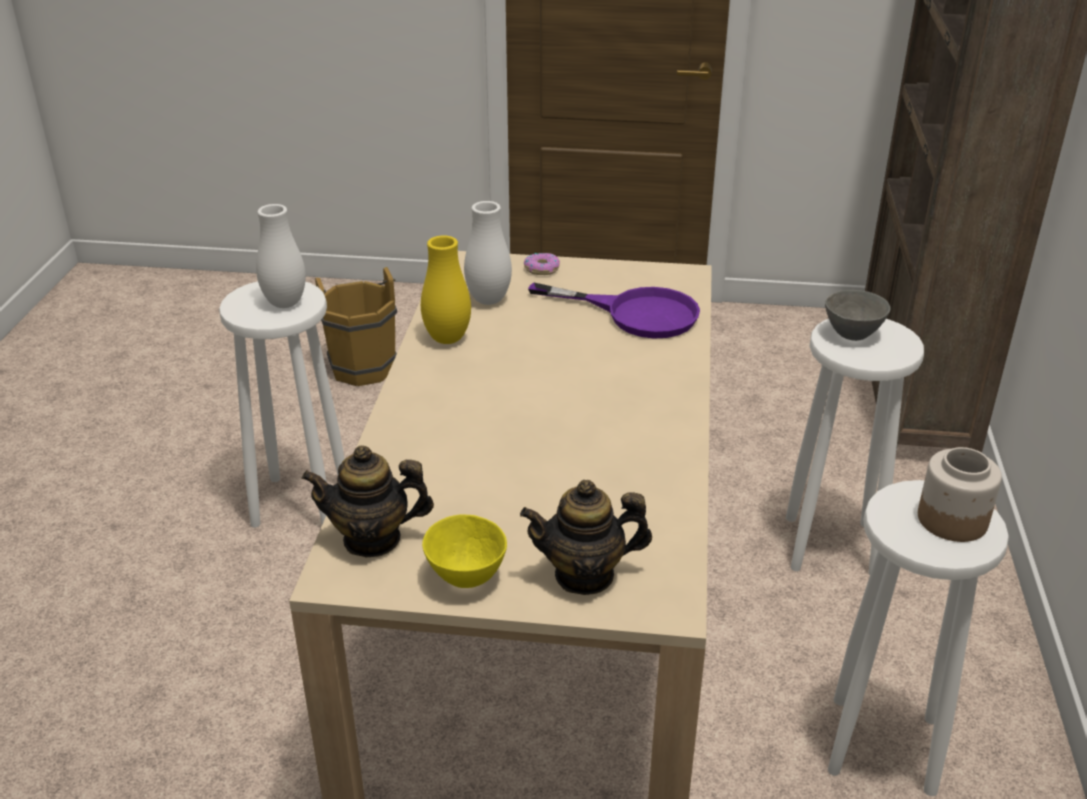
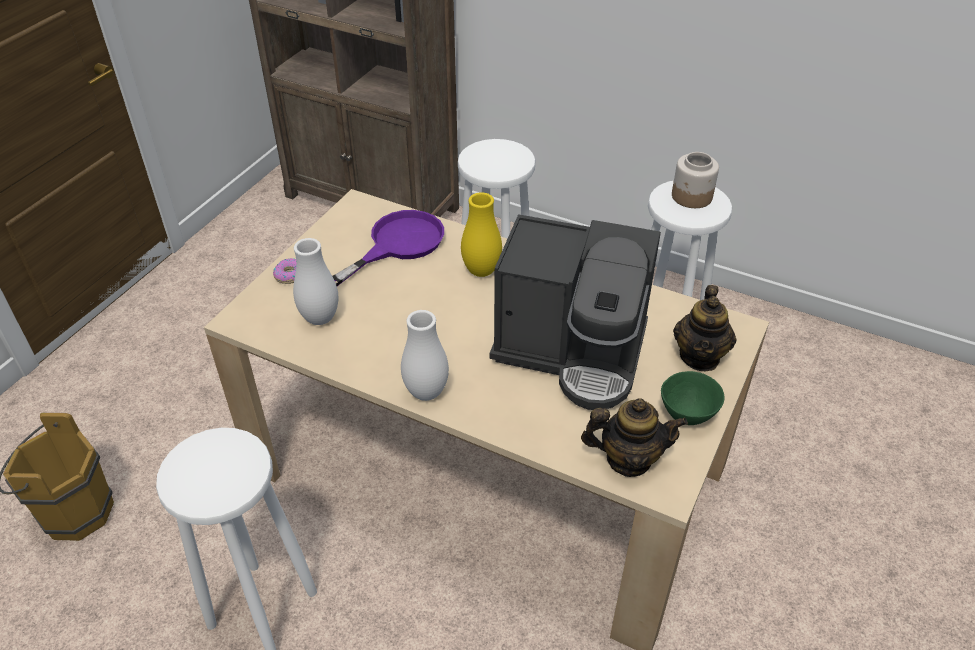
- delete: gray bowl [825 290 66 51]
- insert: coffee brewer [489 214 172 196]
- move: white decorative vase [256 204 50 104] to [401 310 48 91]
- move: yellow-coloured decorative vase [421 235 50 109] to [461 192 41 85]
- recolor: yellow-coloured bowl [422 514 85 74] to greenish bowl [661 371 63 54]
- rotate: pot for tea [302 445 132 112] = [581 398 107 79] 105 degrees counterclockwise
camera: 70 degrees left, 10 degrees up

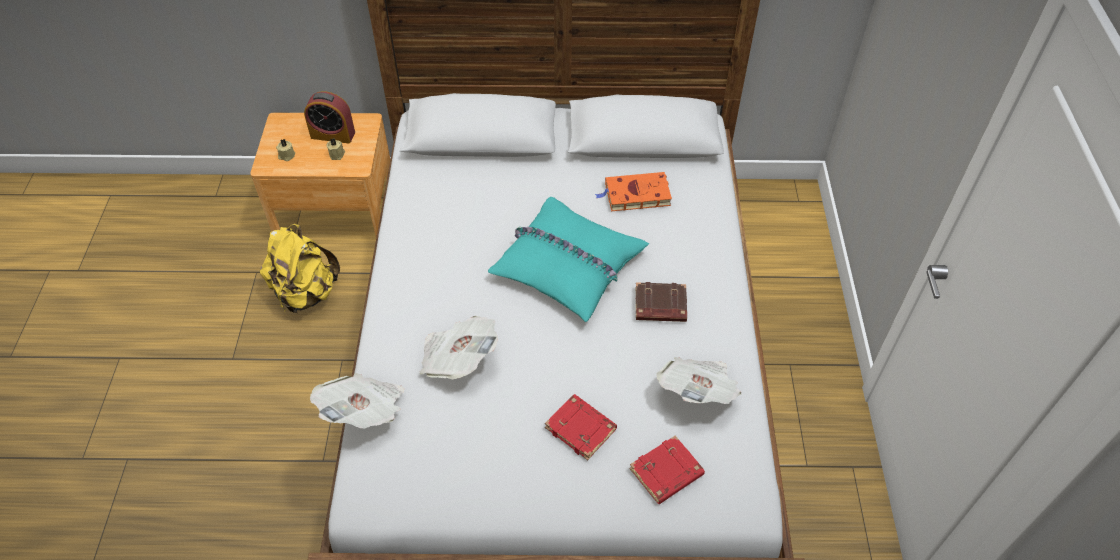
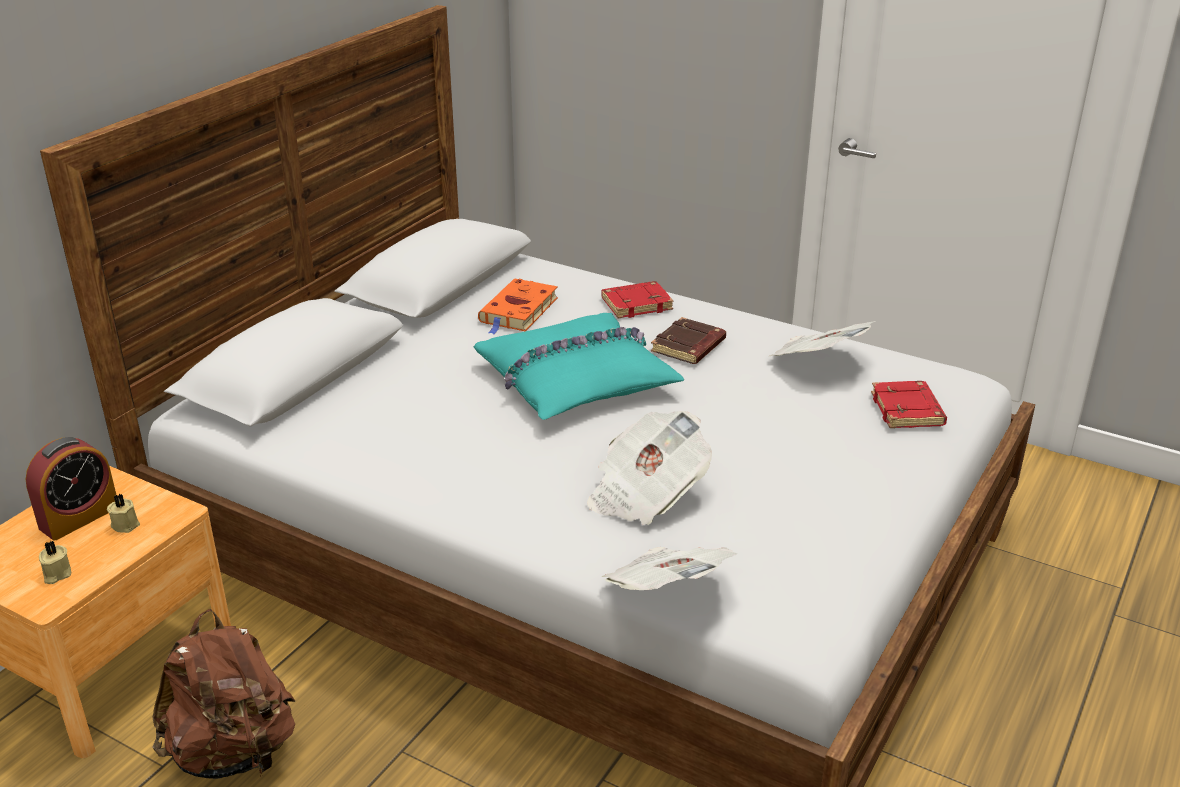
- move: red bound book [545 394 72 66] to [601 281 73 37]
- recolor: yellow-coloured backpack [260 224 80 89] to brown-coloured backpack [152 609 143 170]
camera: 60 degrees left, 20 degrees down

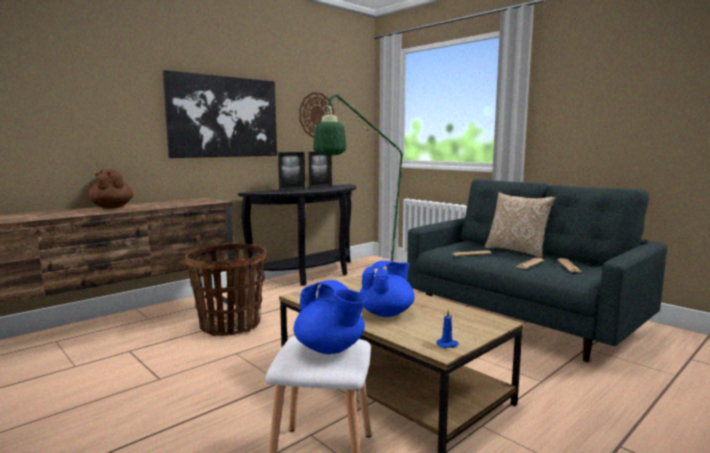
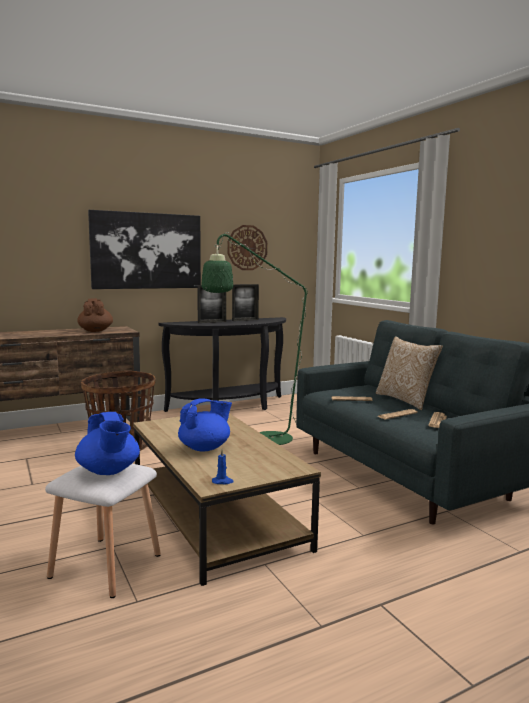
- move: brown-coloured pot for tea [89 169 44 40] to [77 298 36 34]
camera: 15 degrees right, 0 degrees up

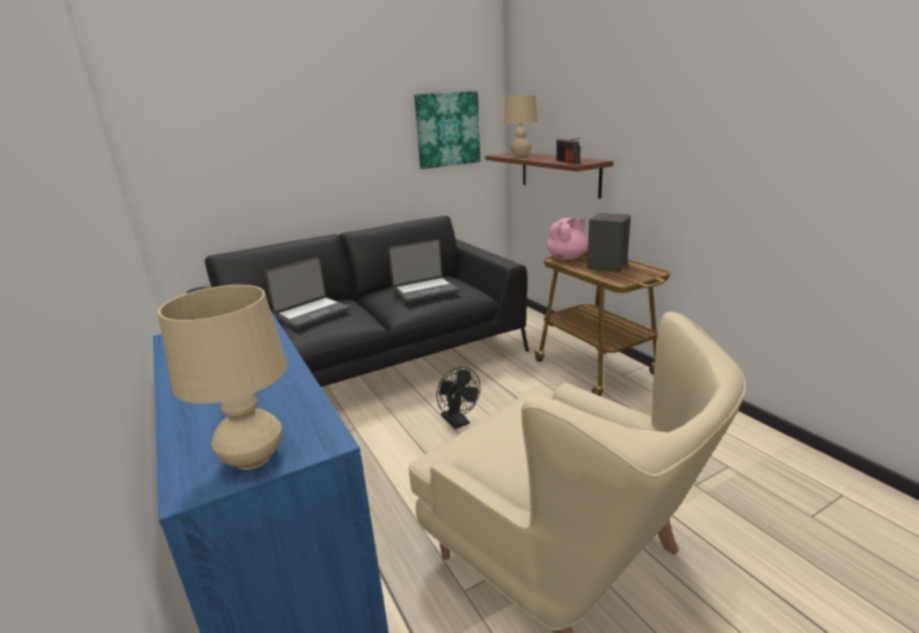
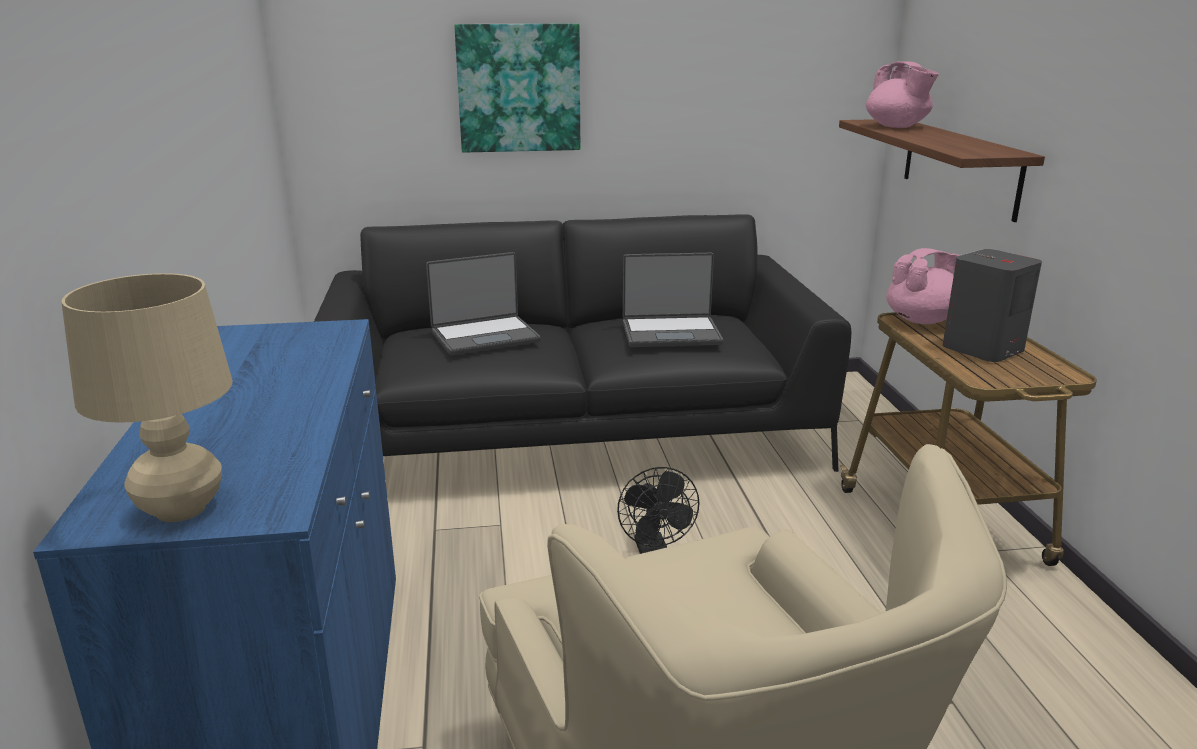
- delete: radio set [556 138 25 27]
- move: picture [414 91 66 78] to [454 24 126 129]
- replace: sand-coloured tabletop lamp [504 95 33 62] to pink-coloured pot for tea [866 61 73 67]
camera: 20 degrees right, 0 degrees up

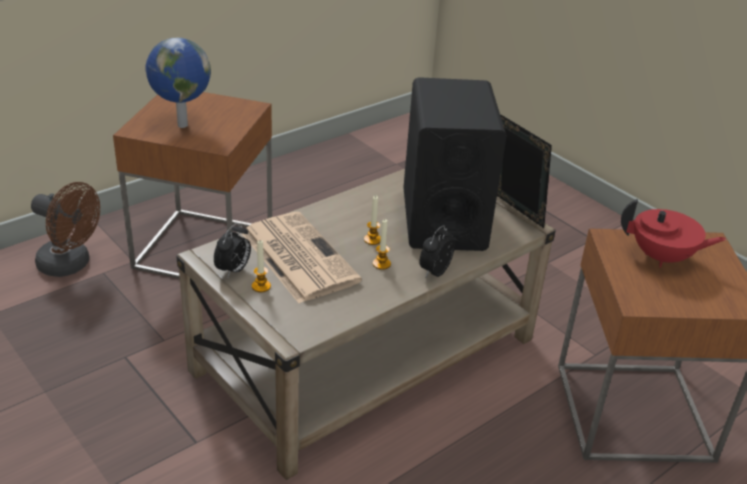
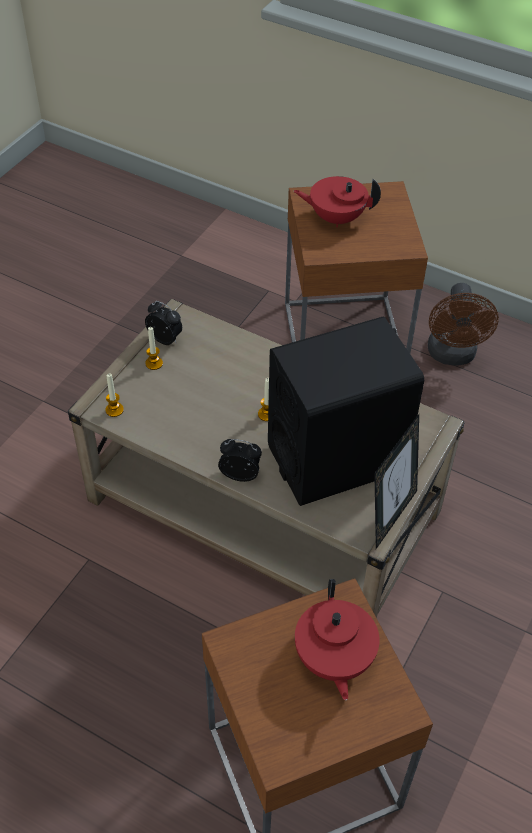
- delete: newspaper [241 212 121 91]
- move: brown-coloured fan [31 182 69 95] to [428 283 71 83]
- move: wax light [373 219 18 51] to [105 374 19 43]
- replace: desk globe [146 38 65 90] to red pot for tea [294 176 87 51]
- rotate: table clock [214 223 37 54] = [145 301 37 44] 150 degrees counterclockwise
camera: 70 degrees right, 15 degrees up

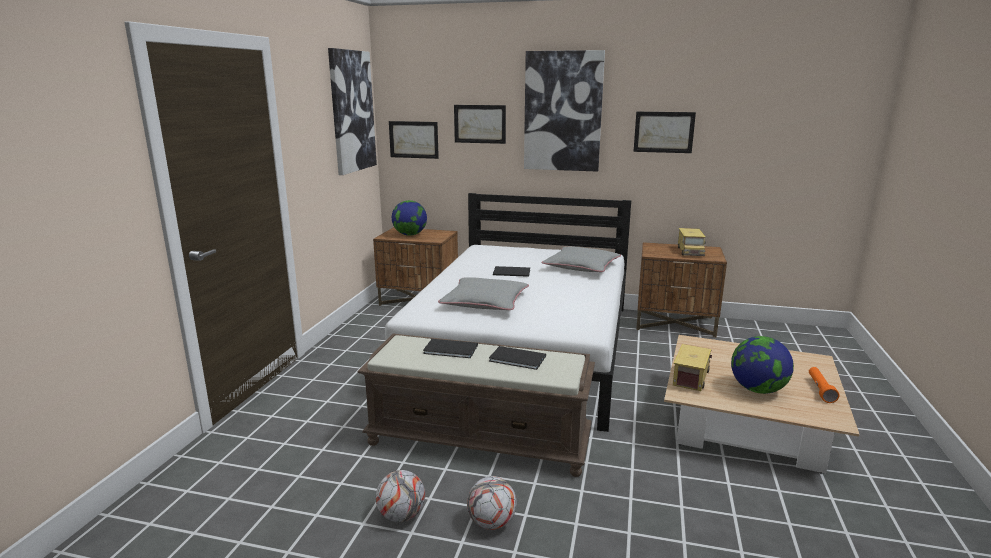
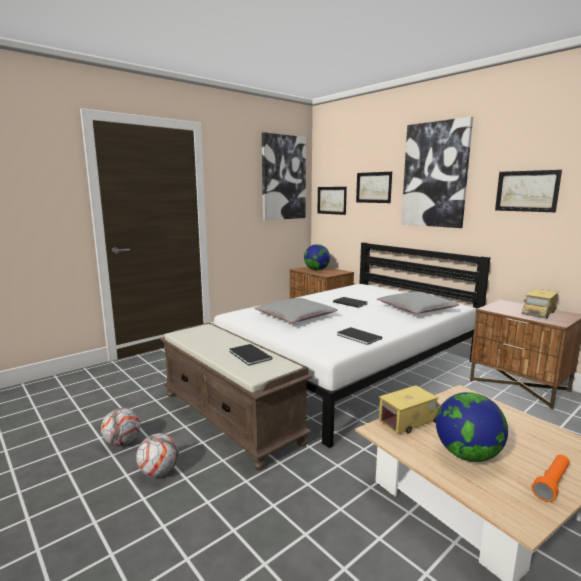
- move: blackish bound book [423 339 55 19] to [337 327 45 18]
camera: 35 degrees right, 5 degrees down

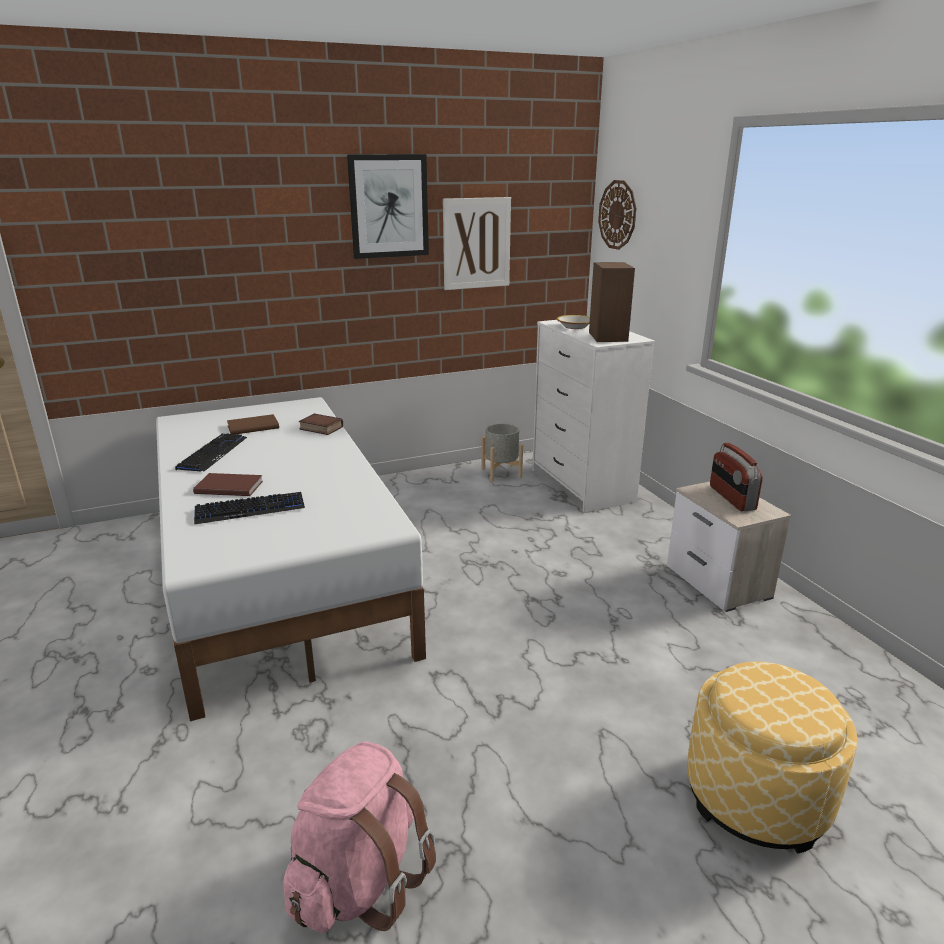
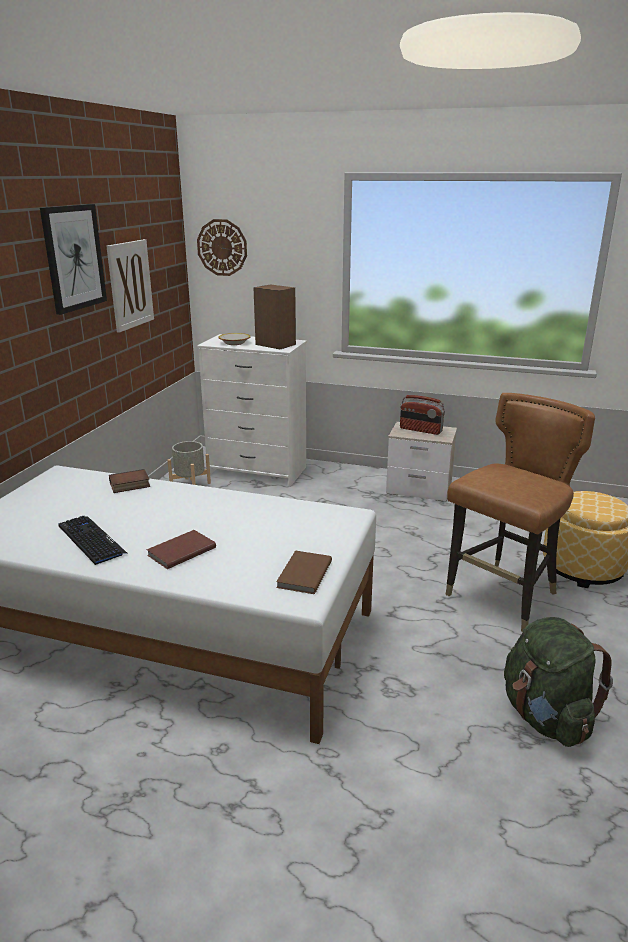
- delete: computer keyboard [194 492 111 33]
- insert: brown-coloured upright chair [445 393 150 239]
- move: brown-coloured bound book [227 414 52 20] to [276 550 56 44]
- recolor: pink-coloured backpack [283 741 153 192] to greenish backpack [504 617 109 130]
camera: 50 degrees left, 0 degrees up

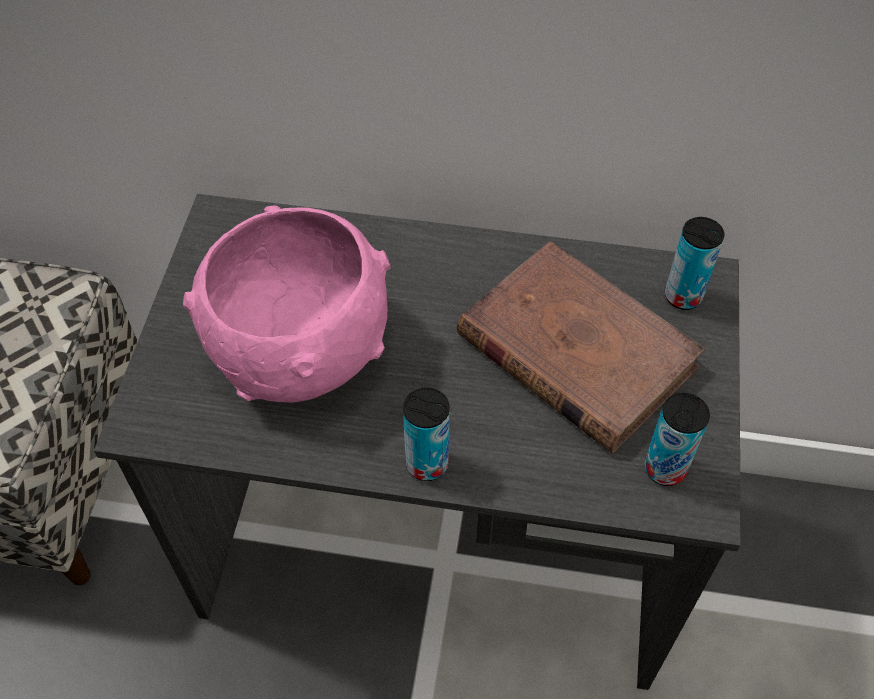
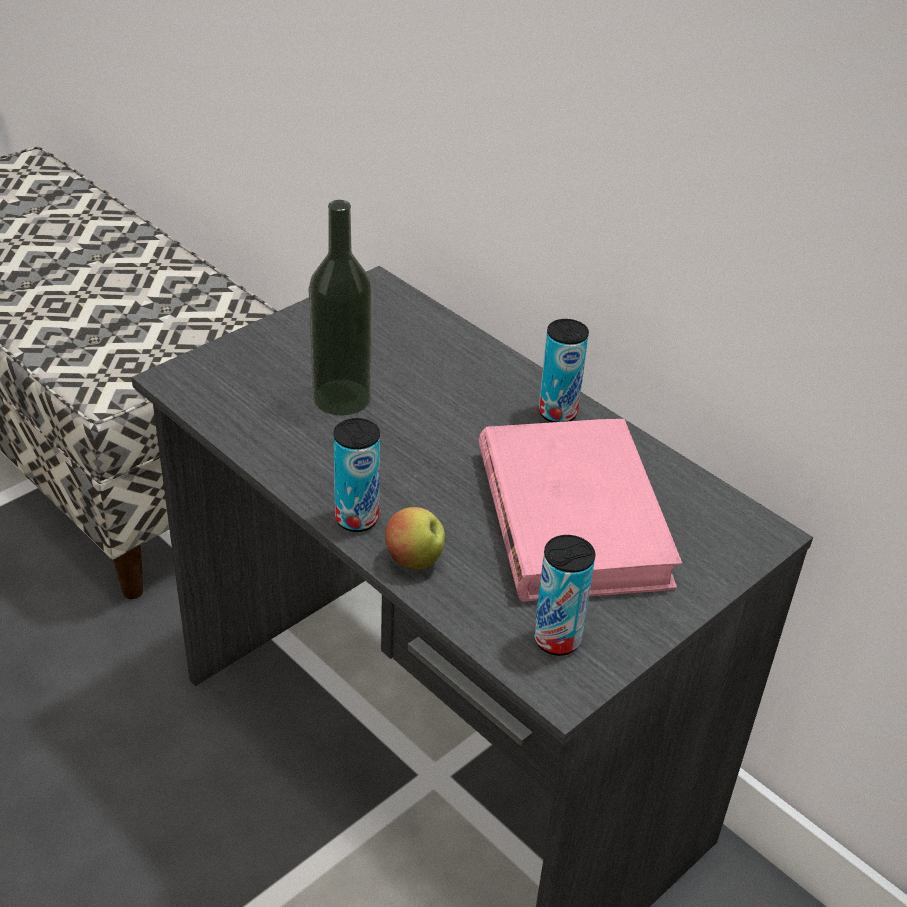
- insert: apple [385 507 60 63]
- move: sealed can [665 217 59 93] to [539 319 50 103]
- replace: pink-coloured bowl [183 206 207 197] to beverage bottle [309 200 63 216]
- recolor: brown-coloured bound book [457 241 249 213] to pink-coloured bound book [479 419 203 183]
camera: 35 degrees right, 15 degrees down

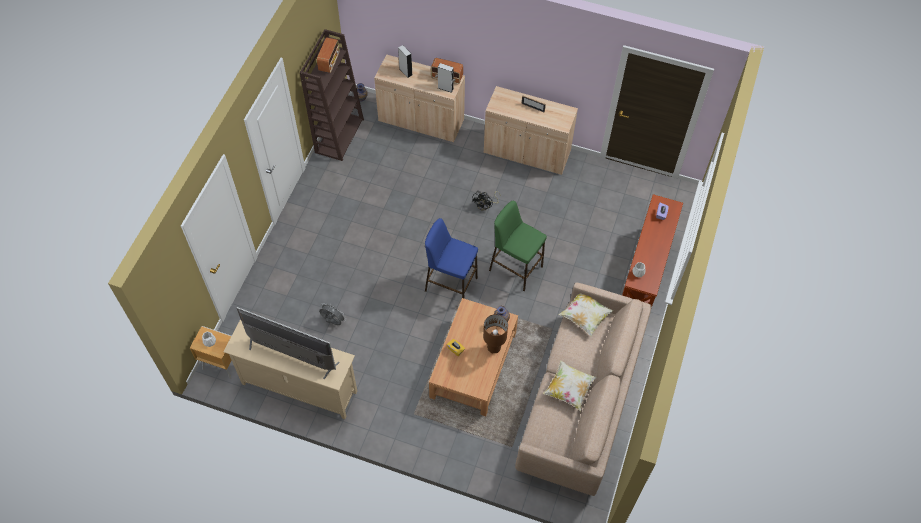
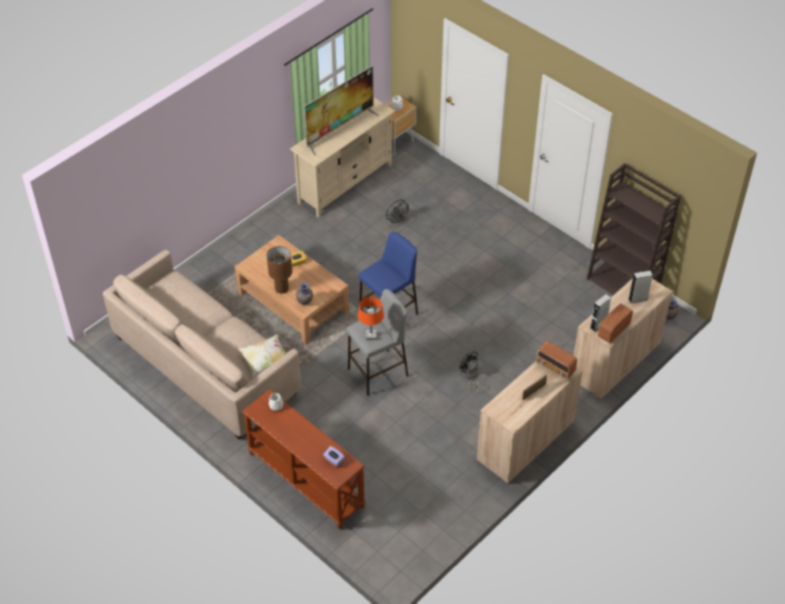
- delete: pillow [543 360 53 51]
- insert: orangey tabletop lamp [358 297 26 43]
- move: radio set [317 37 23 36] to [536 341 41 39]
- recolor: greenish stool [489 201 58 90] to gray stool [347 289 61 107]
camera: 115 degrees right, 10 degrees down

